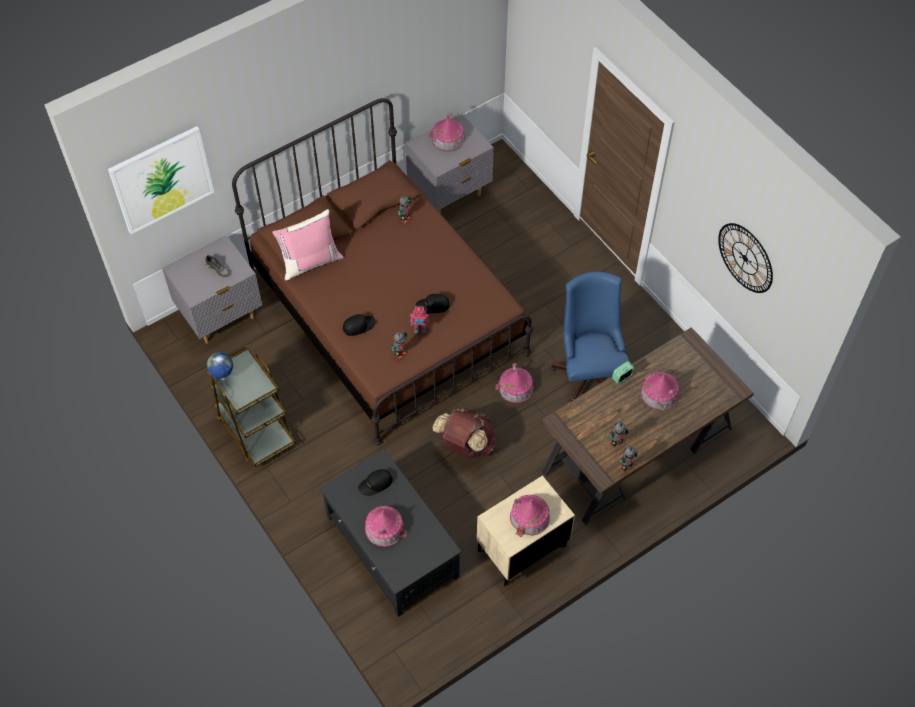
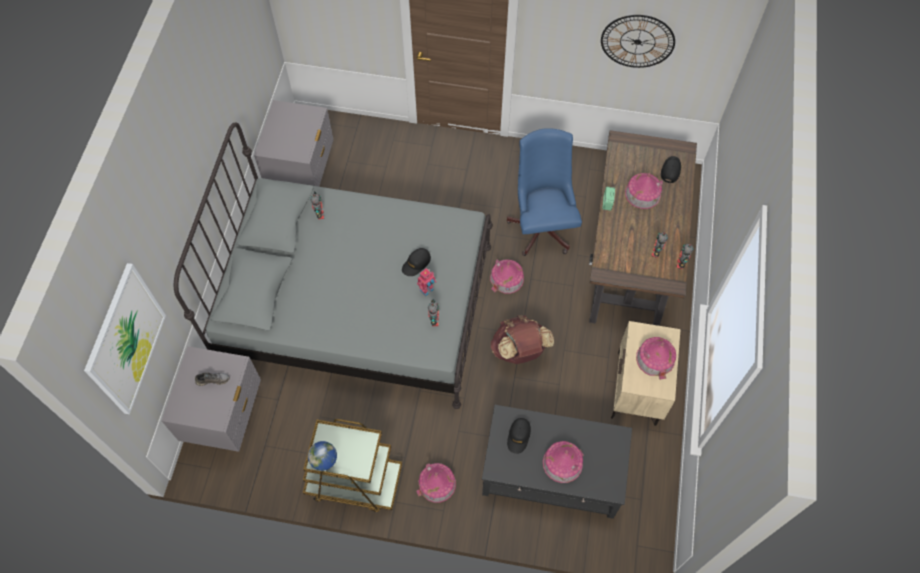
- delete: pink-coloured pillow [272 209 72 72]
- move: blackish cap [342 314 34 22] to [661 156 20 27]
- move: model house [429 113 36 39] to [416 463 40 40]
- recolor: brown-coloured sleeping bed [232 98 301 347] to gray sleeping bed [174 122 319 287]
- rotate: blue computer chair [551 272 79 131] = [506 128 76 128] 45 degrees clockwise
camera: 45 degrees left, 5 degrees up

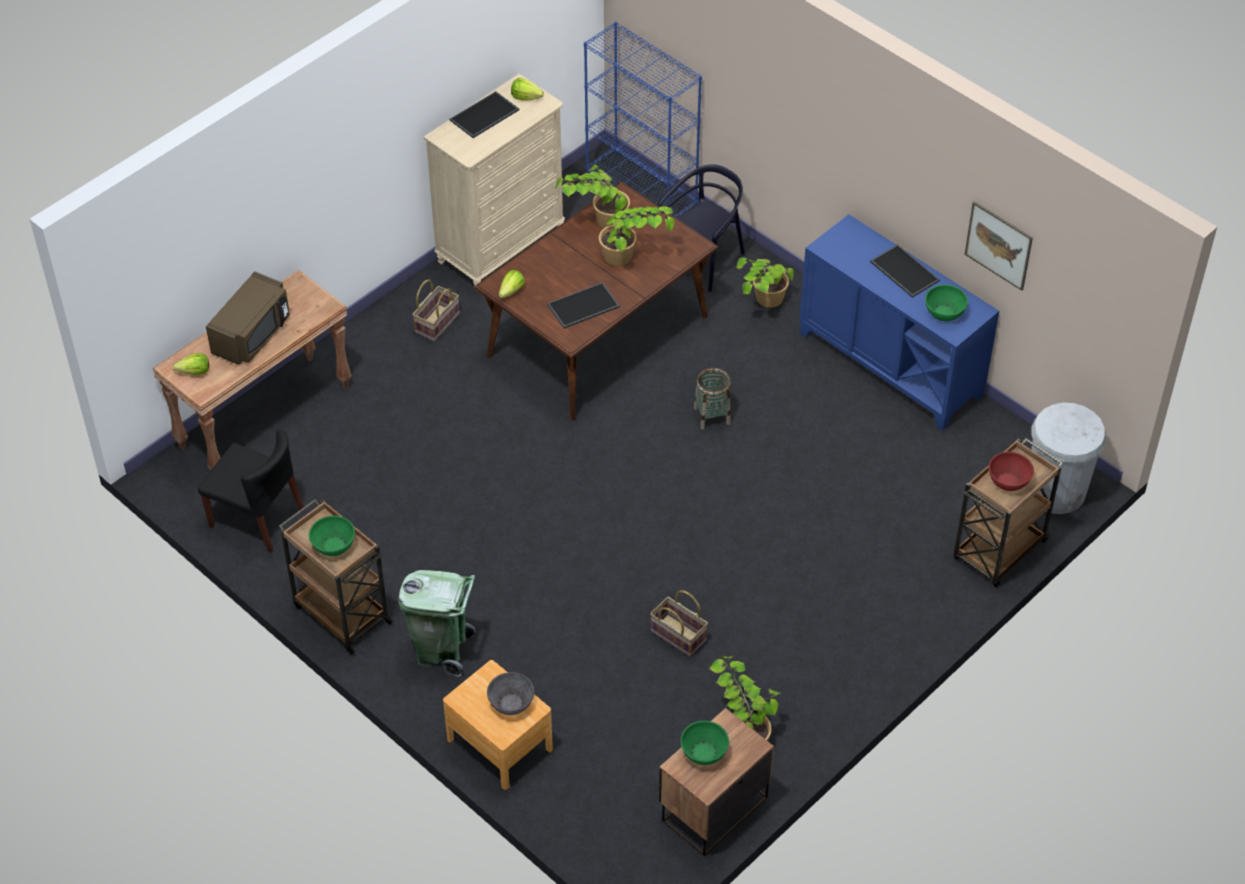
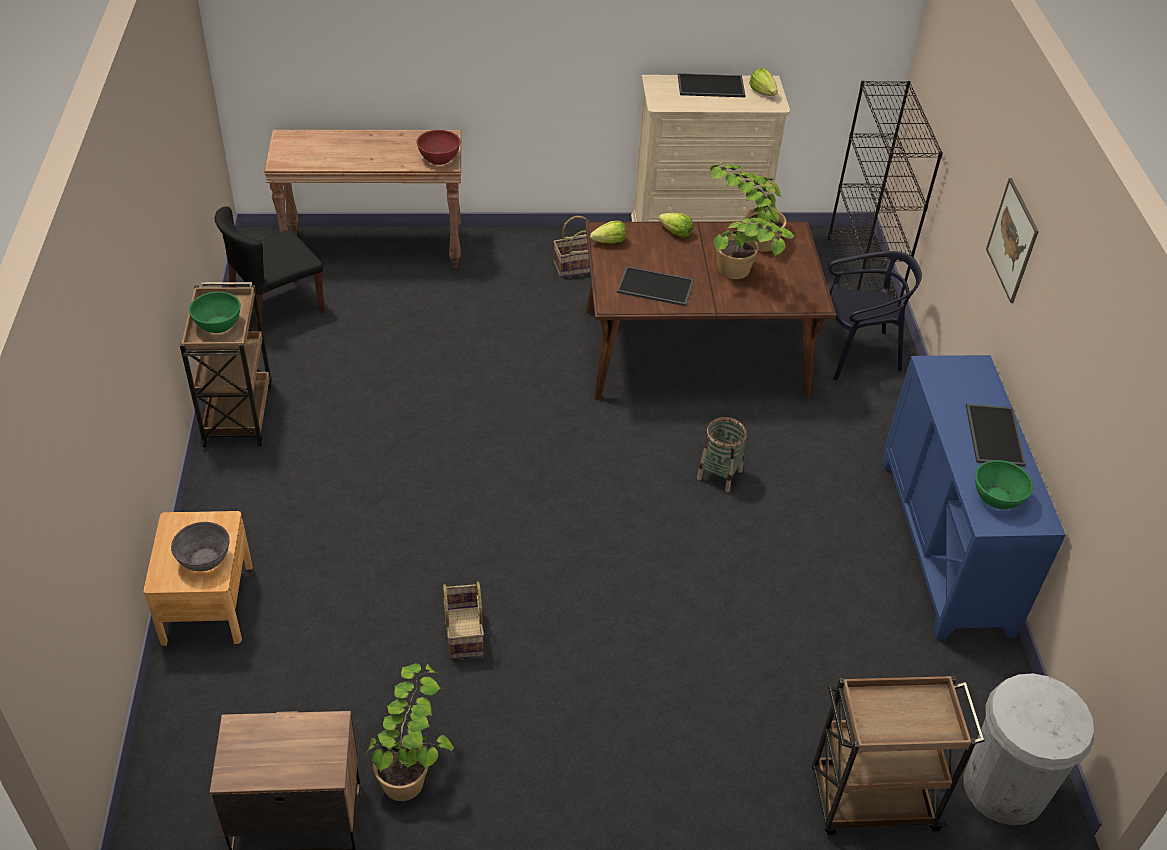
- delete: brown-coloured microwave oven [206 271 84 94]
- delete: greenish trash can [398 570 78 106]
- delete: greenish bowl [680 721 49 44]
- delete: plant in a pot [736 257 58 51]
- move: lettuce [173 353 36 22] to [658 213 35 24]
- move: picture [964 201 69 90] to [986 178 53 125]
- move: red bowl [989 452 45 39] to [417 130 43 35]
- recolor: blue bookcase [584 22 118 195] to blackish bookcase [828 81 115 226]
- rotate: blackish upright chair [198 429 106 124] = [215 206 110 125] 75 degrees clockwise
camera: 40 degrees right, 5 degrees down

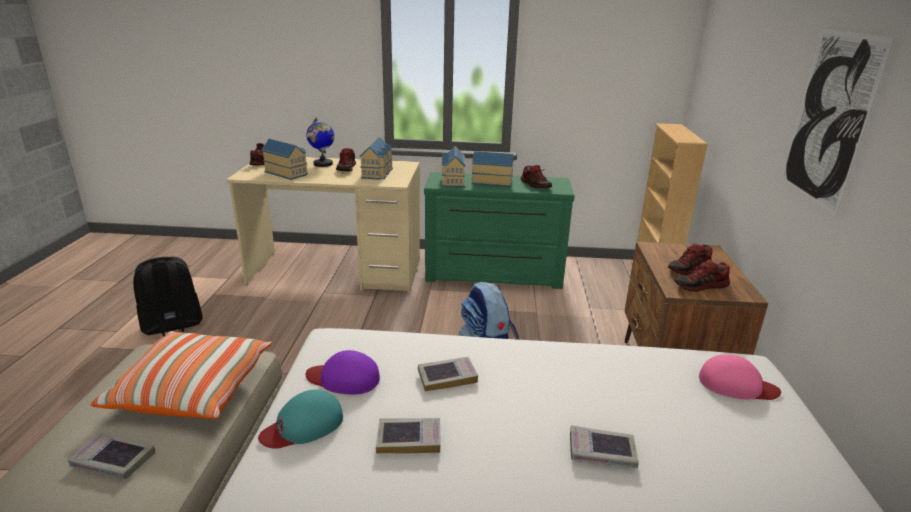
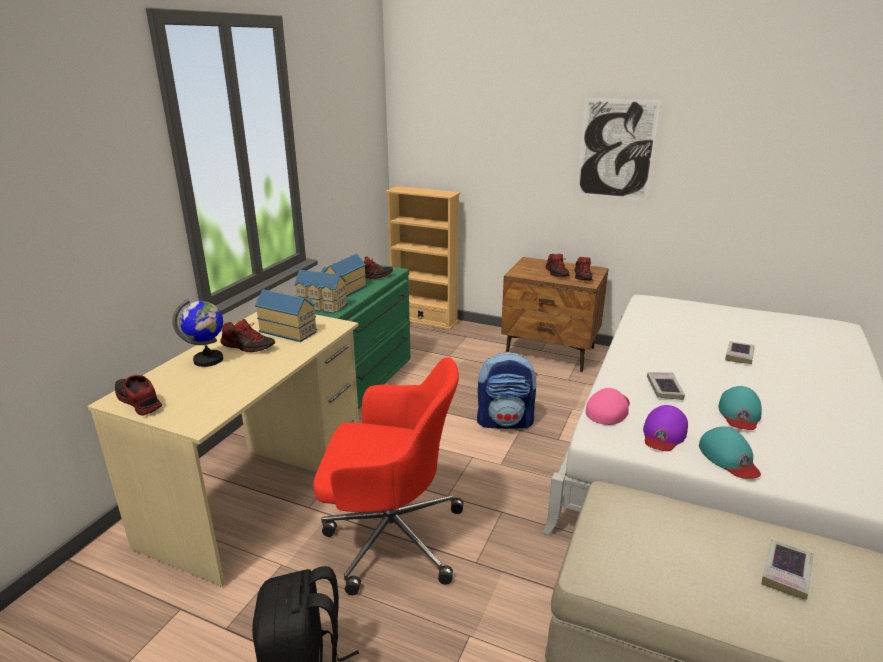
- delete: pillow [90 331 182 88]
- delete: model house [262 139 46 41]
- insert: red computer chair [313 357 150 238]
- move: pink-coloured cap [699 354 82 46] to [586 388 44 37]
- replace: bound book [376 418 65 36] to turquoise-coloured cap [719 386 43 44]
camera: 70 degrees left, 0 degrees up

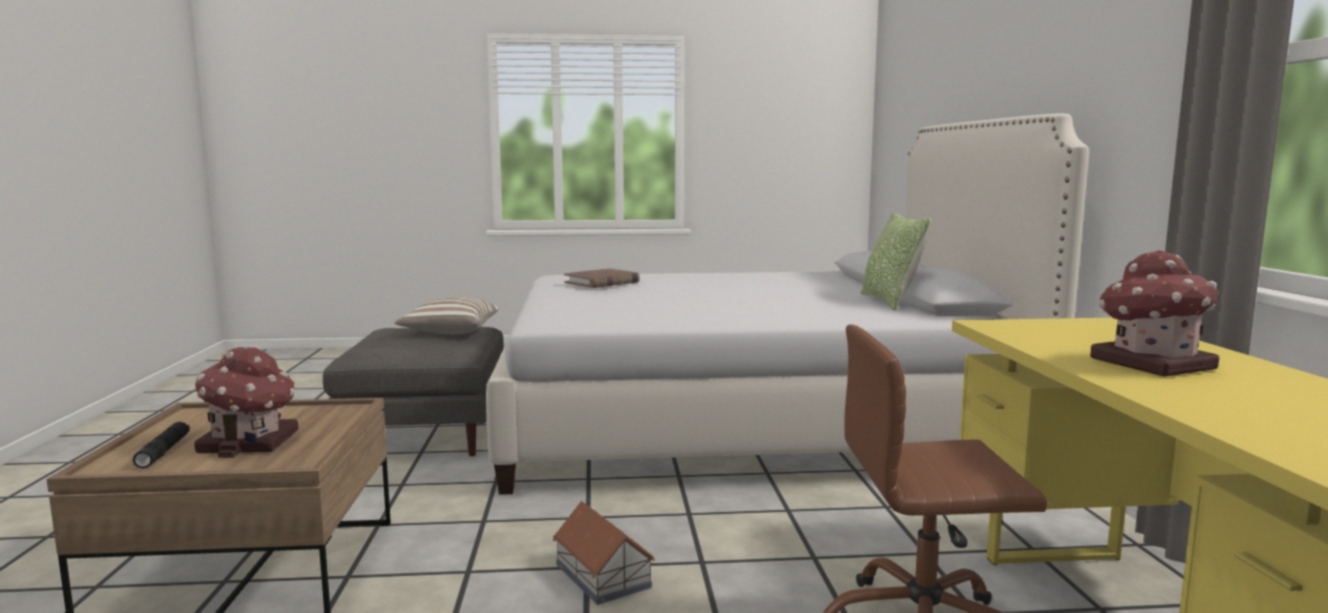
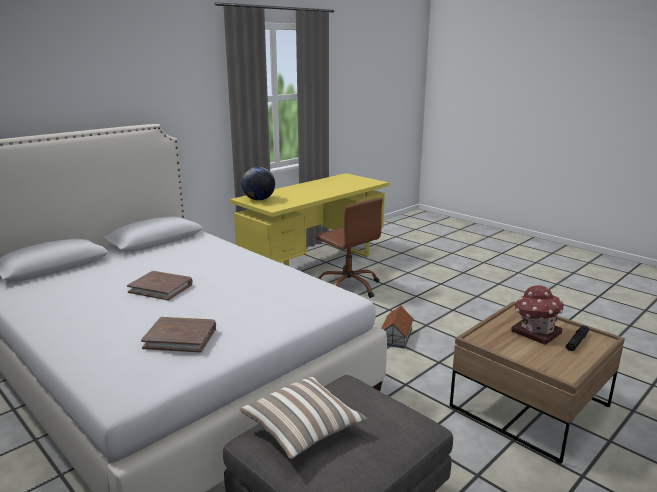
- delete: pillow [860 212 71 99]
- delete: model house [1090 250 129 127]
- insert: brown-coloured bound book [127 271 66 30]
- insert: desk globe [241 167 34 34]
camera: 130 degrees left, 10 degrees up

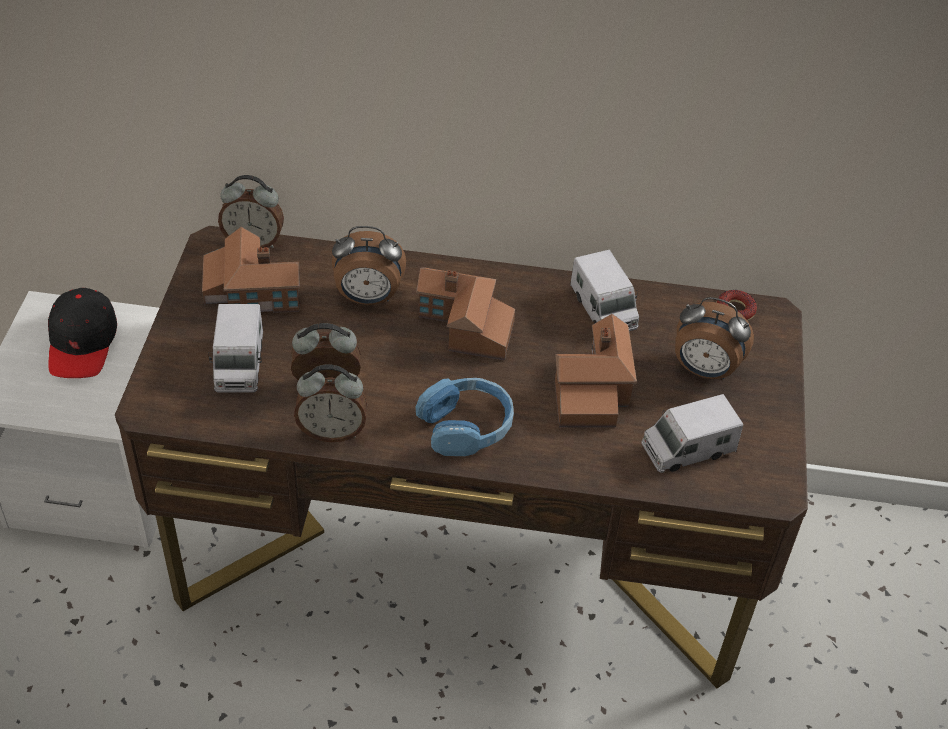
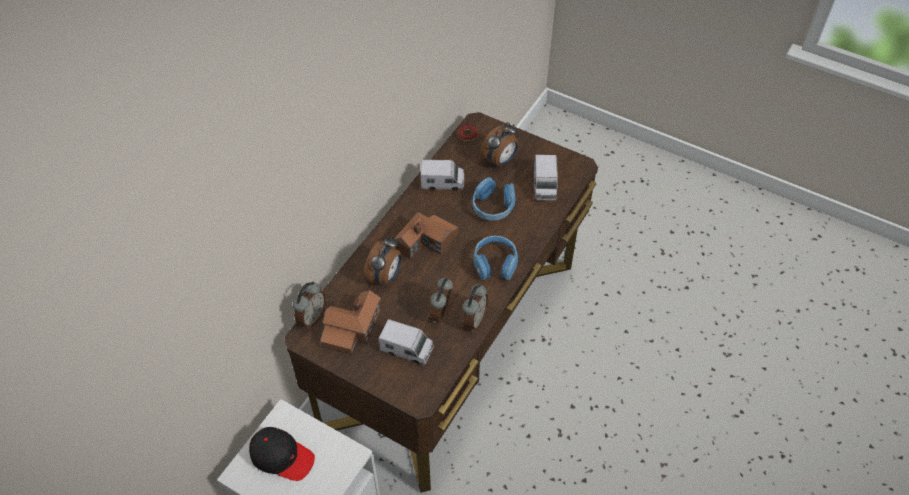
- replace: model house [555 314 82 113] to blue headphones [473 177 43 44]
camera: 65 degrees left, 5 degrees up

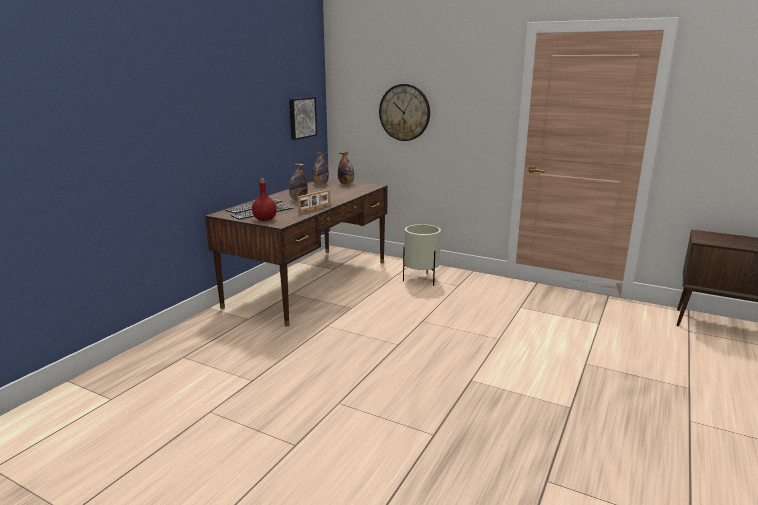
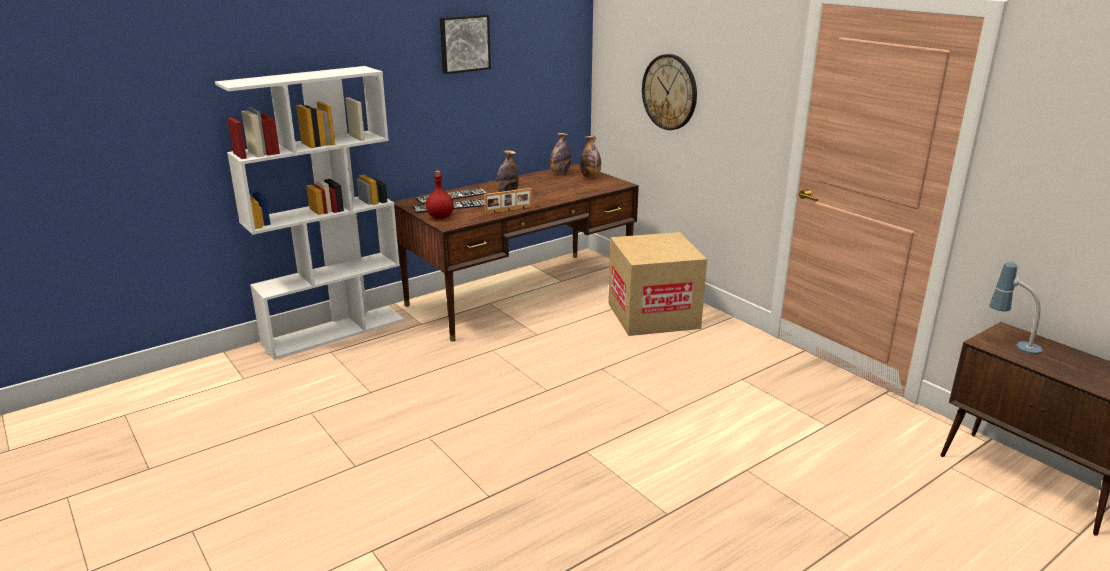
- insert: white bookcase [215 66 190 294]
- insert: tabletop lamp [989 261 54 94]
- move: picture [289 97 28 43] to [440 14 51 60]
- replace: sand-coloured plant pot [403 224 38 62] to cardboard box [608 232 99 104]
camera: 25 degrees right, 5 degrees up

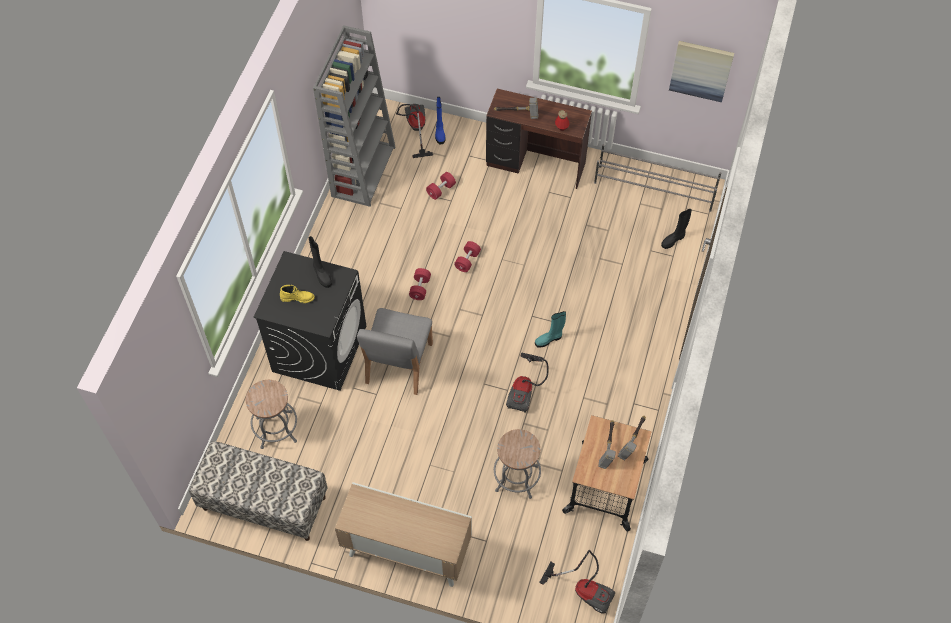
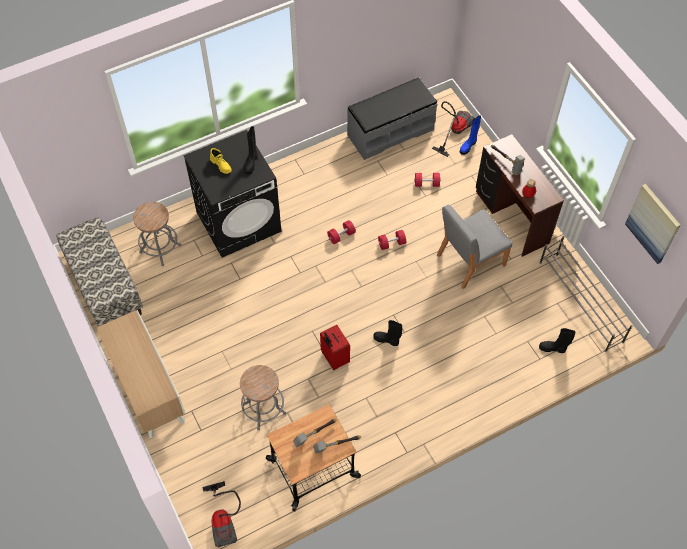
- move: gray upright chair [357 308 76 87] to [437 205 75 84]
- replace: gray bookcase [313 25 83 182] to gray indoor bench [347 77 91 83]
- replace: hoover [506 353 42 60] to red piece of luggage [320 325 30 45]
- recolor: turquoise-coloured high-top boot [535 311 31 37] to blackish high-top boot [373 320 29 26]
camera: 45 degrees right, 0 degrees up

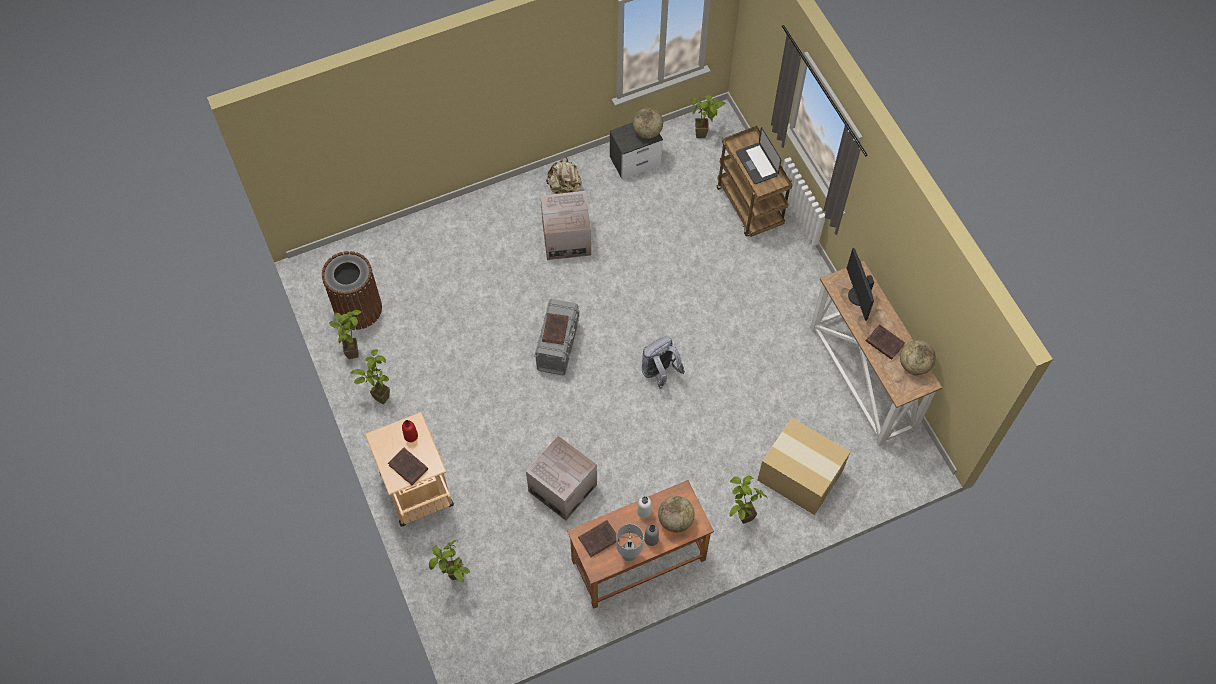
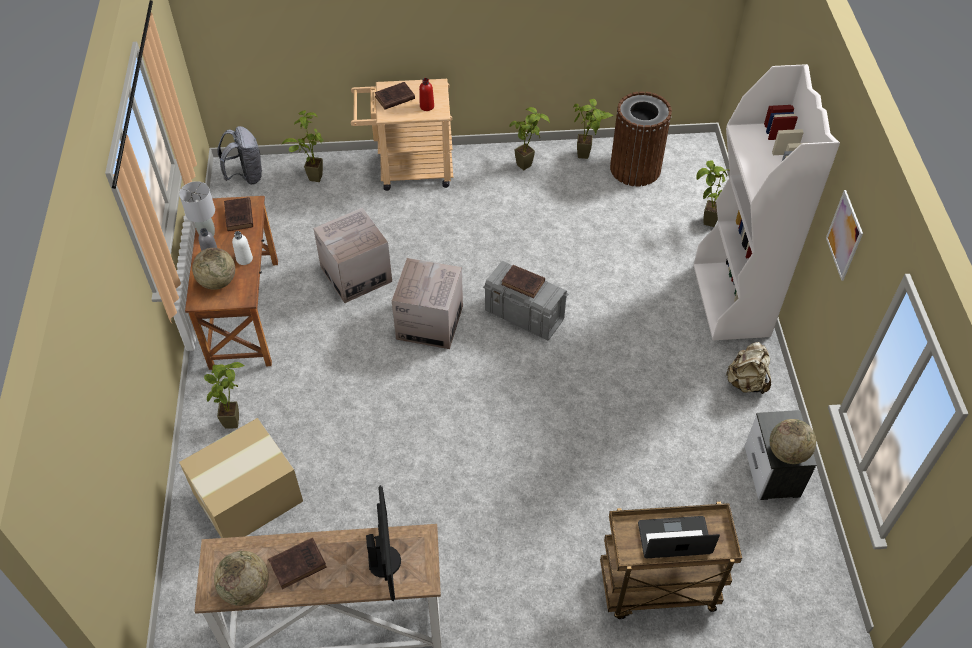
- insert: white bookcase [693 64 147 276]
- insert: picture [826 190 37 91]
- move: cardboard box [540 191 51 69] to [392 258 71 91]
- move: gray backpack [642 336 43 53] to [217 126 46 59]
- move: plant in a pot [690 94 36 44] to [697 160 33 67]
- rotate: computer screen [846 248 28 73] = [366 485 35 116] 75 degrees clockwise
camera: 110 degrees right, 10 degrees down

